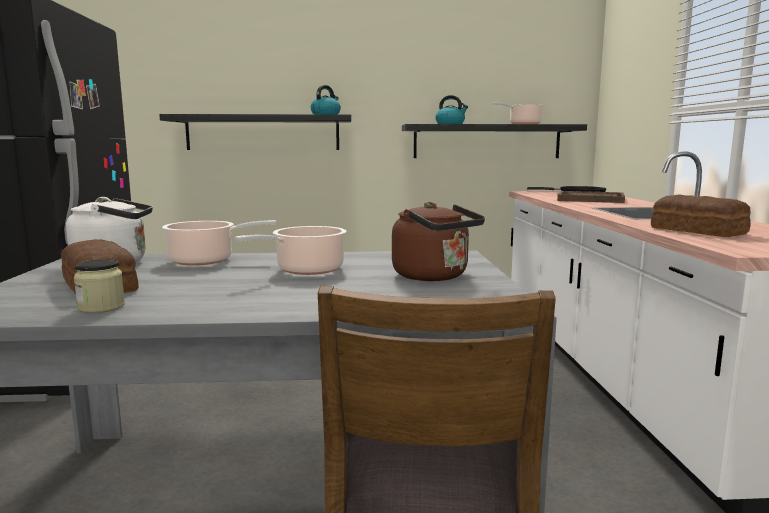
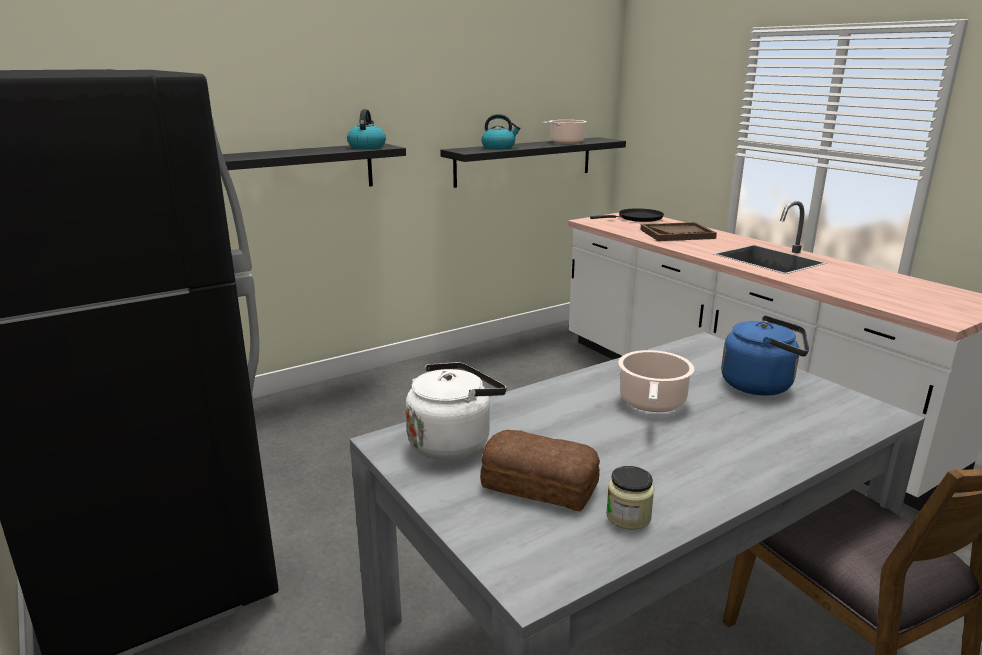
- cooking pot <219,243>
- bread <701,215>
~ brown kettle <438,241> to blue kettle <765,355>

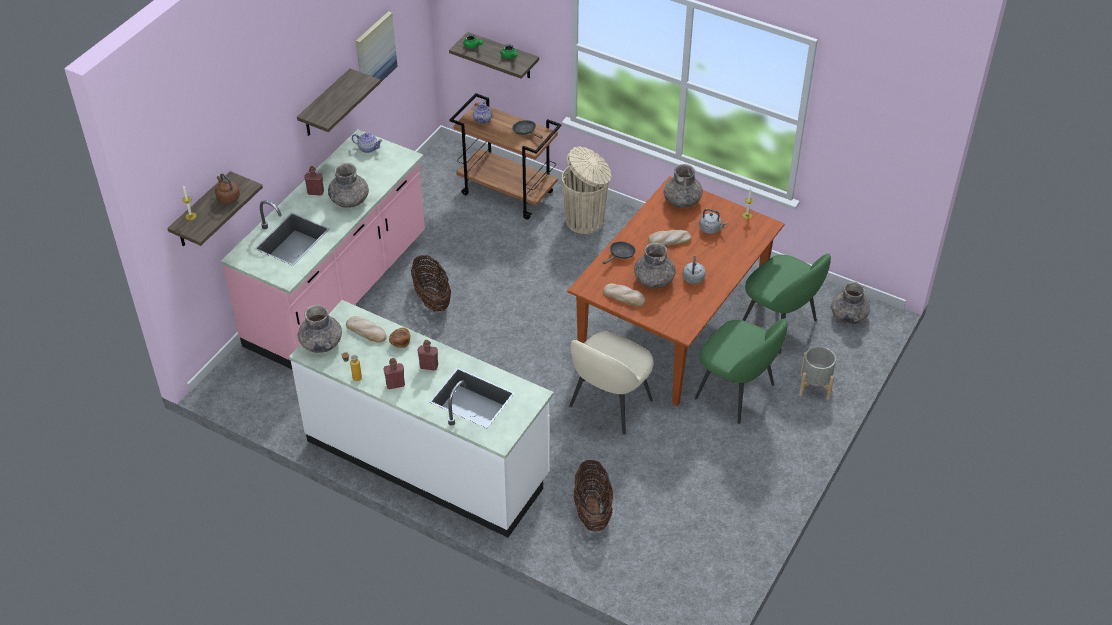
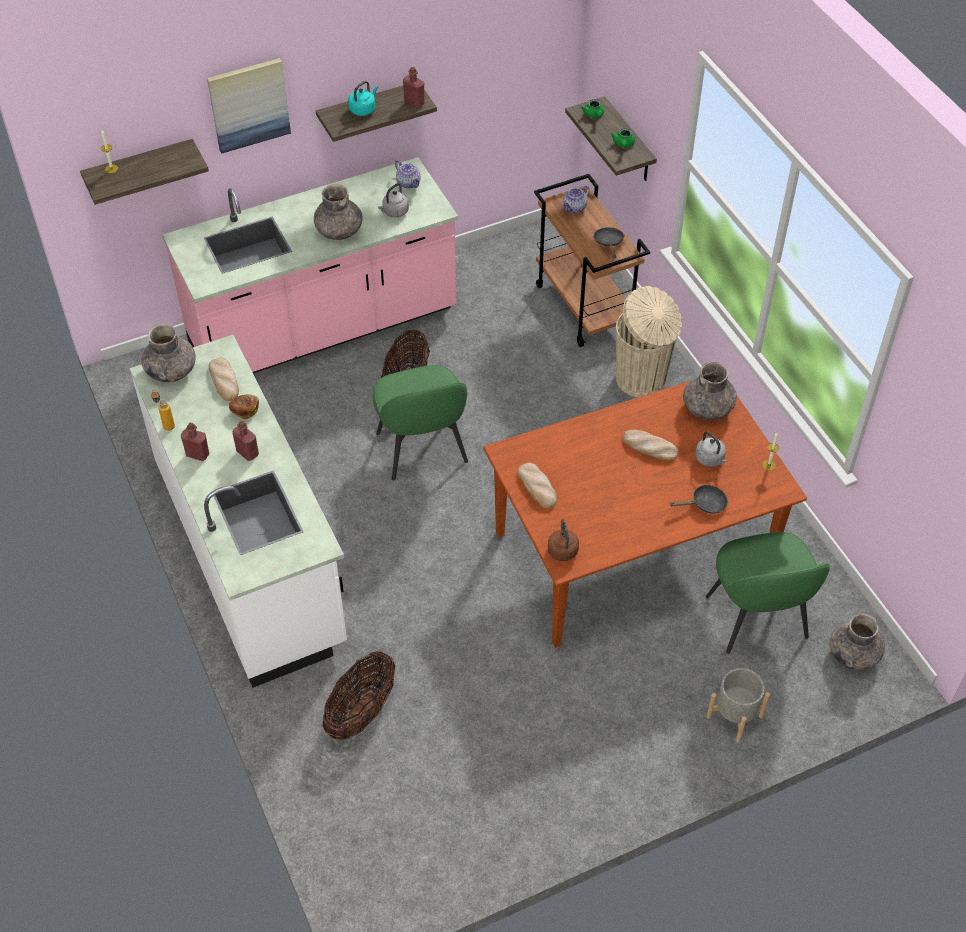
- beige chair <611,383>
- grey vase <655,266>
+ turquoise kettle <363,98>
~ brown kettle <227,188> to <563,540>
~ red bottle <314,180> to <414,87>
~ picture <377,46> to <249,105>
~ black frying pan <619,253> to <699,499>
~ grey kettle <694,269> to <393,200>
~ green chair <741,371> to <420,422>

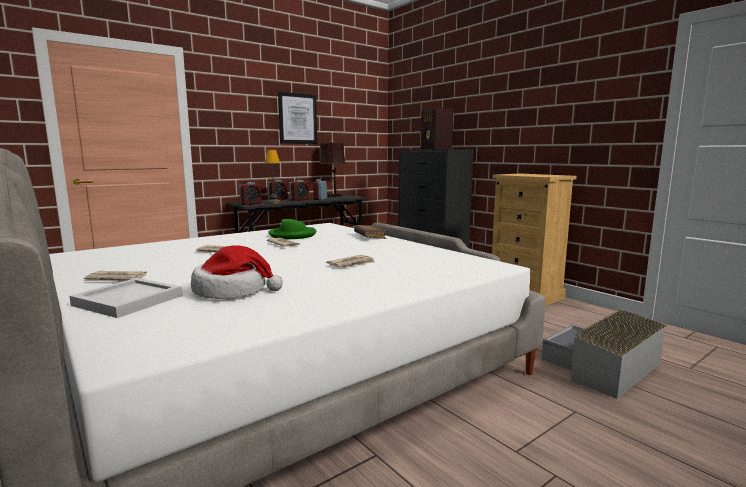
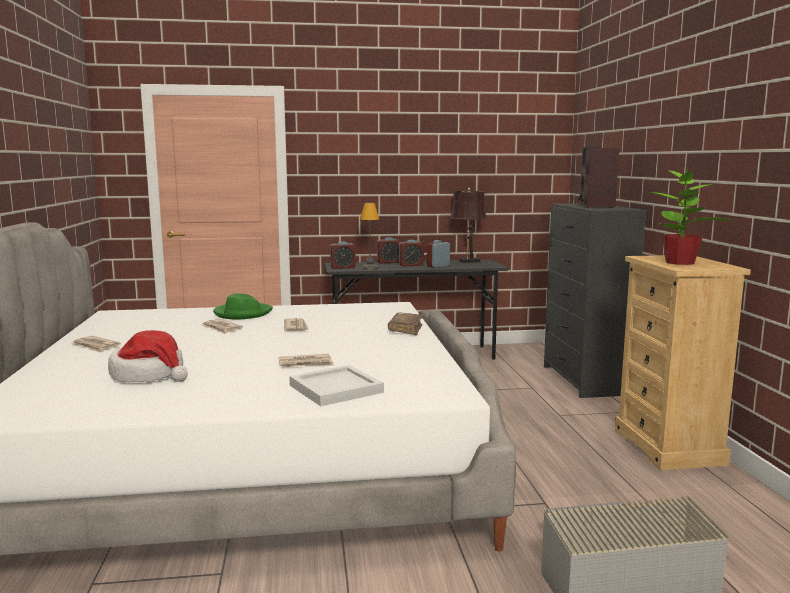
- picture <297,118>
+ potted plant <692,215>
~ white tray <126,298> to <336,385>
~ green hat <292,229> to <243,306>

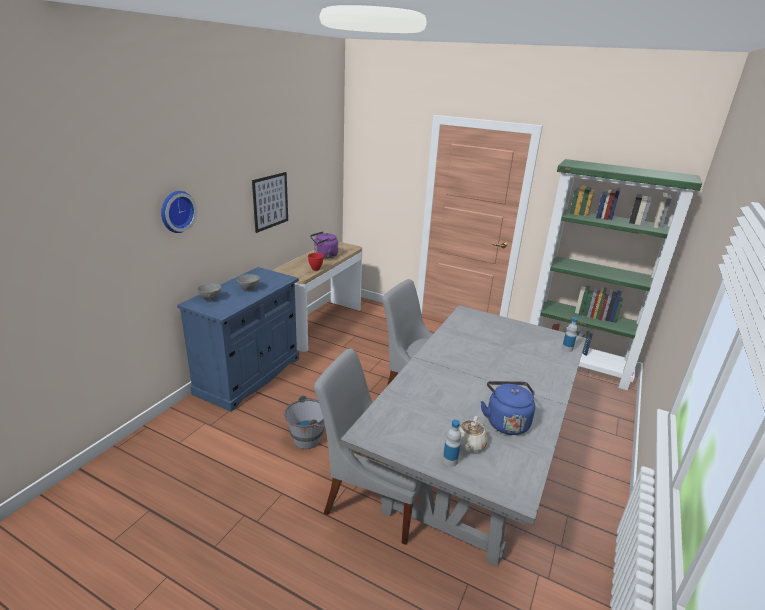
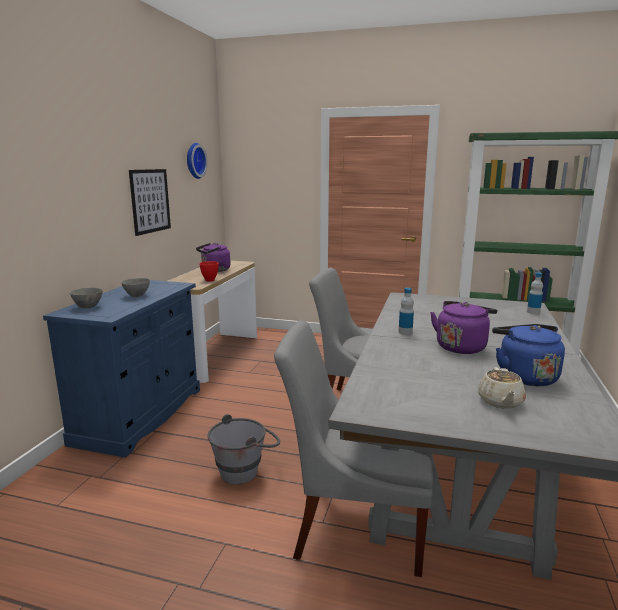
+ purple kettle <463,327>
~ wall clock <179,212> to <197,161>
~ bottle <452,443> to <406,311>

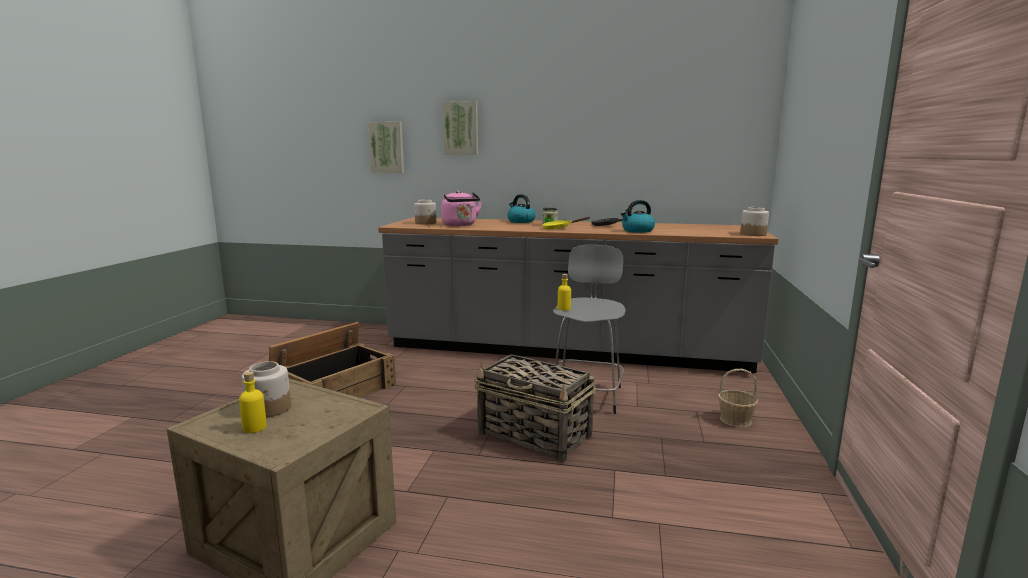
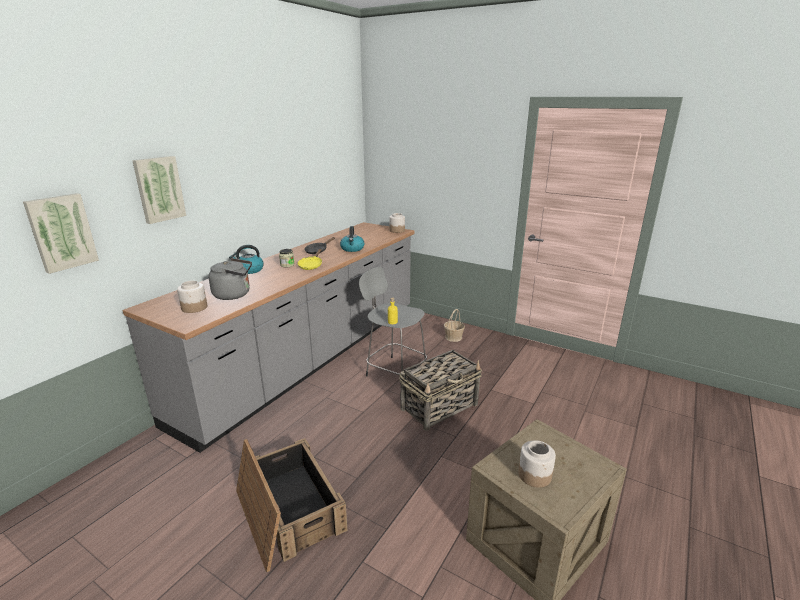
- yellow bottle <253,402>
~ pink kettle <461,208> to grey kettle <230,279>

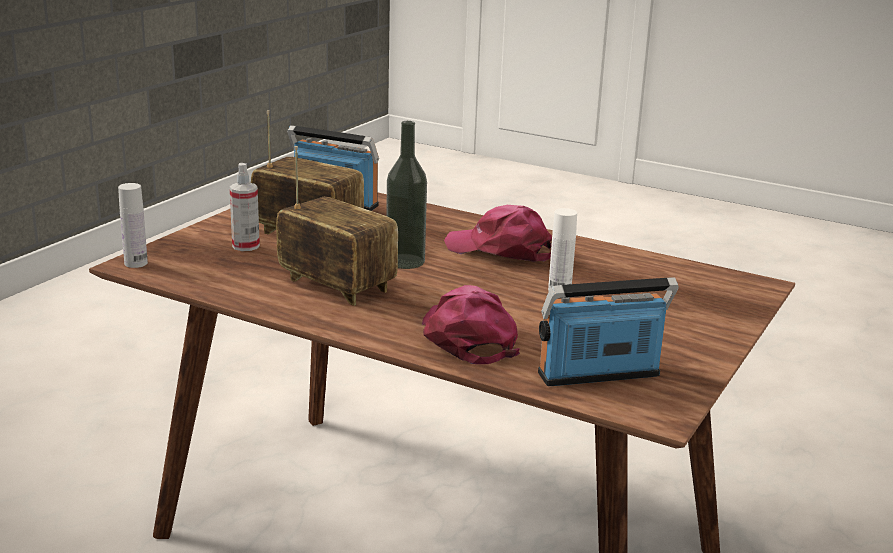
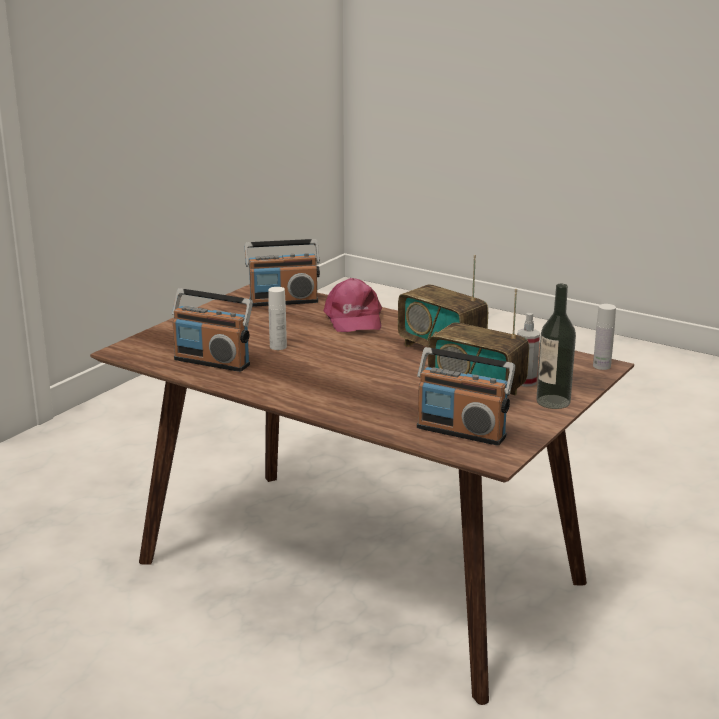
- pink cap <498,233>
+ radio <212,330>
~ bottle <406,195> to <556,346>

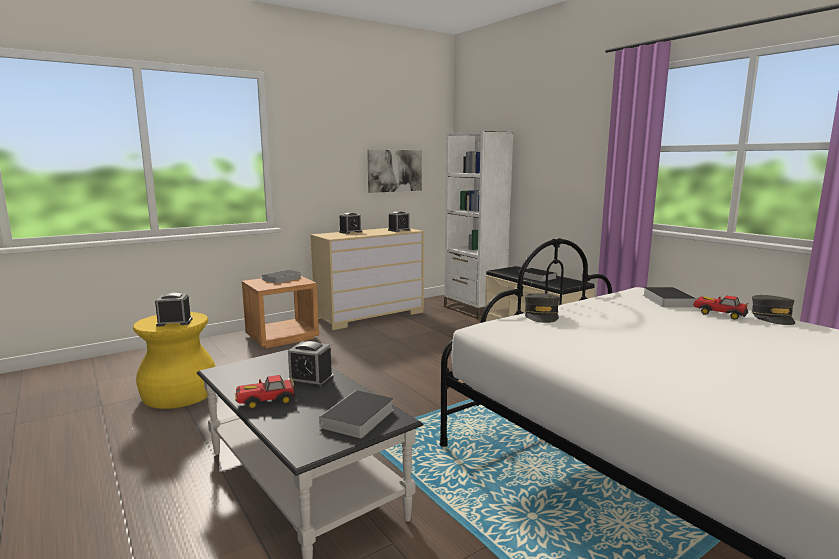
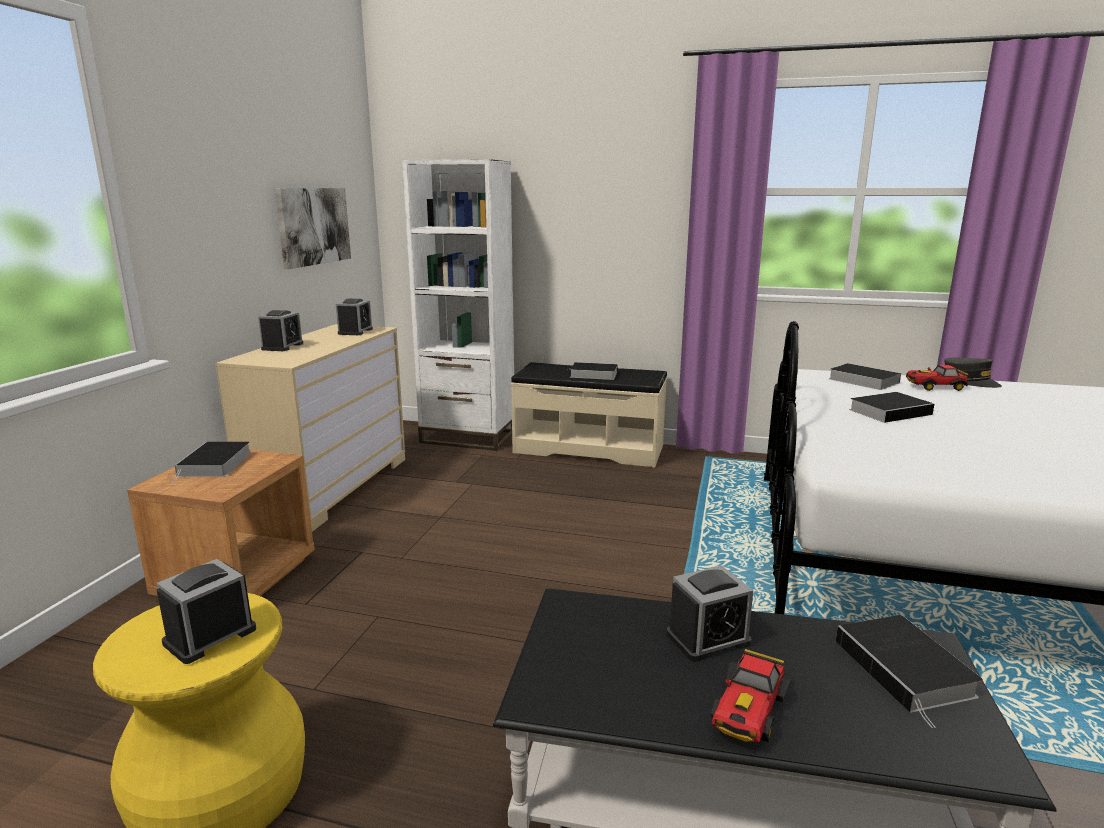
- grey cap <542,308>
+ book <893,407>

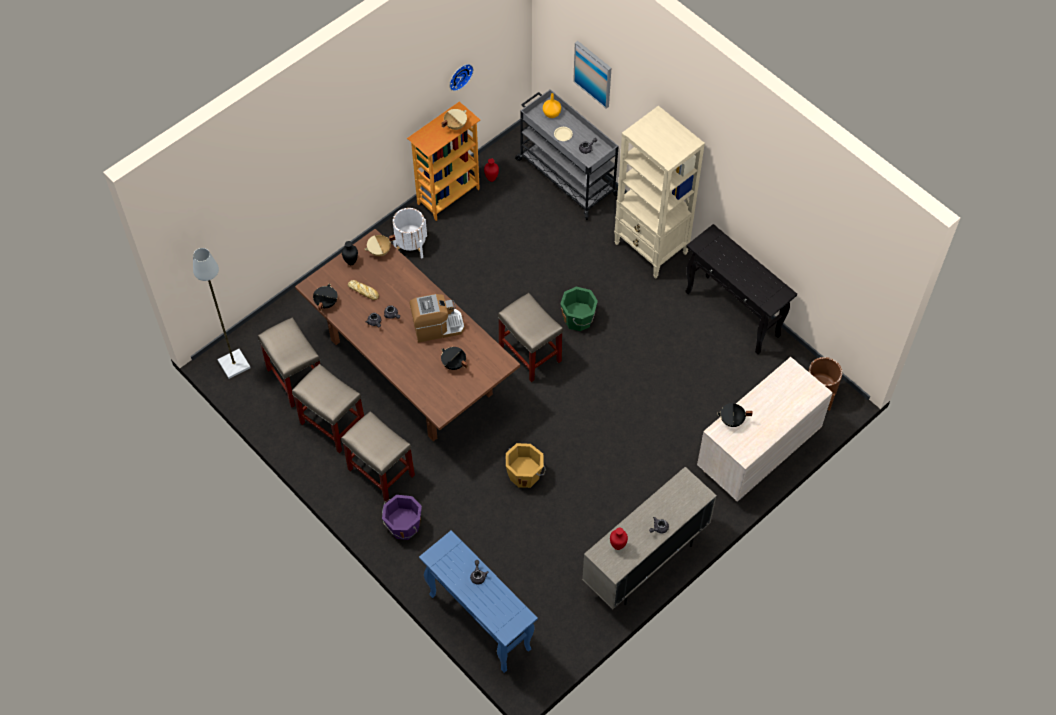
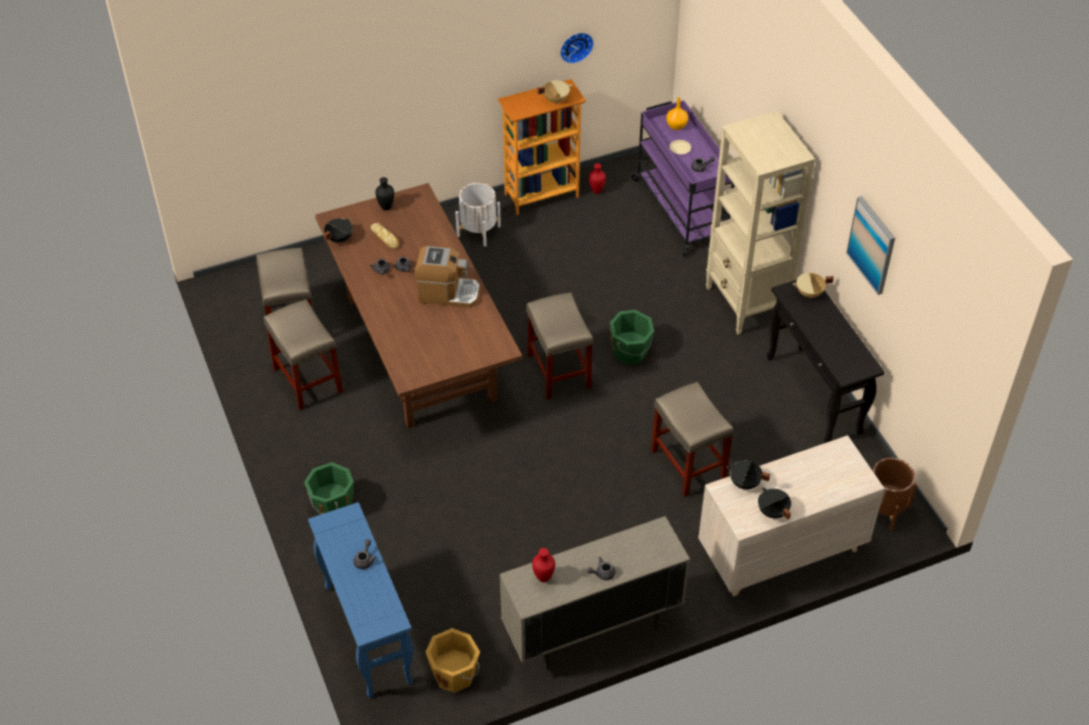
- grey floor lamp <222,313>
~ beige stool <378,456> to <692,439>
~ beige cooking pot <379,245> to <813,285>
~ black cooking pot <454,358> to <774,503>
~ orange bucket <526,465> to <452,660>
~ picture <592,75> to <870,245>
~ purple bucket <402,517> to green bucket <329,488>
~ grey cart <567,154> to purple cart <682,178>

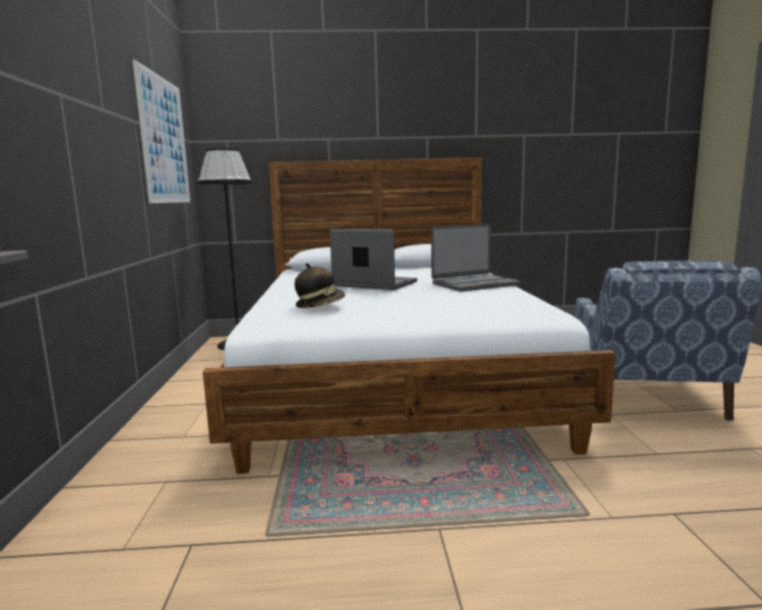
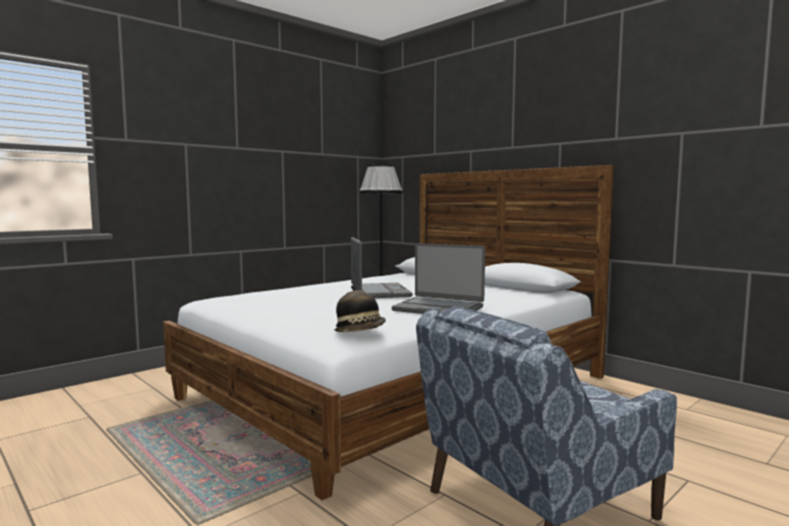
- picture <161,131>
~ hat <320,285> to <360,308>

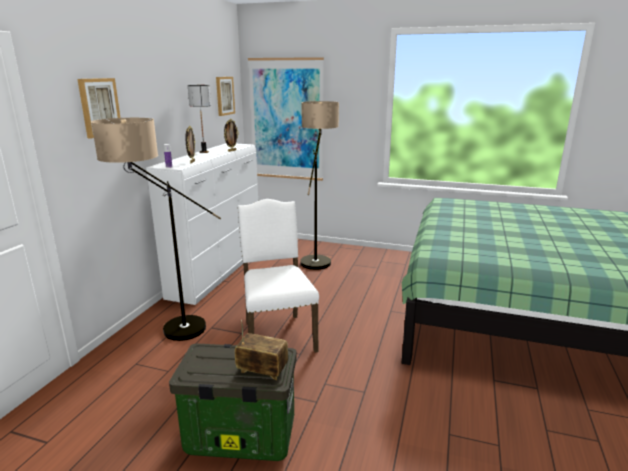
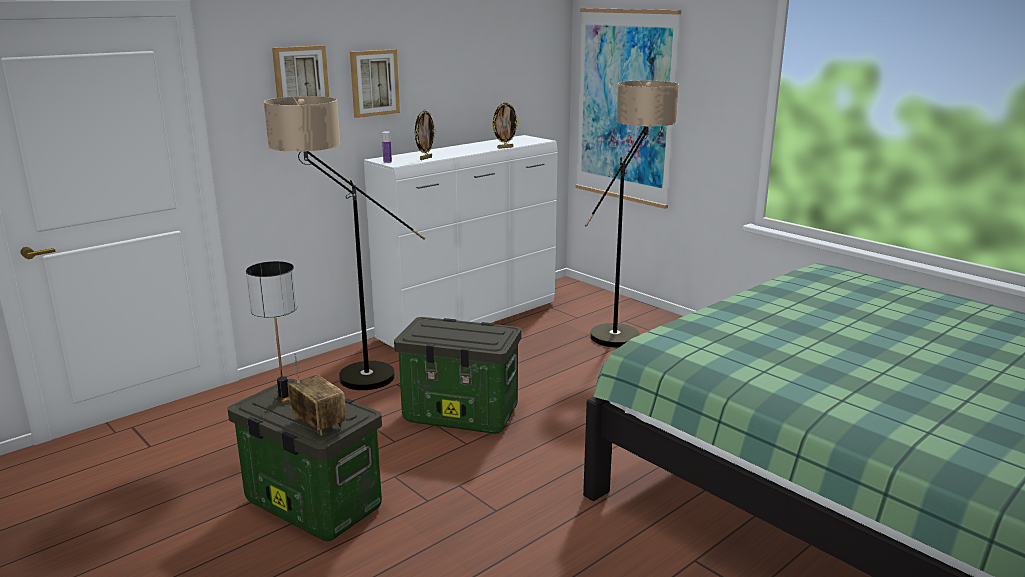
~ table lamp <199,119> to <272,332>
~ picture <225,96> to <375,83>
~ white chair <278,275> to storage box <458,375>

